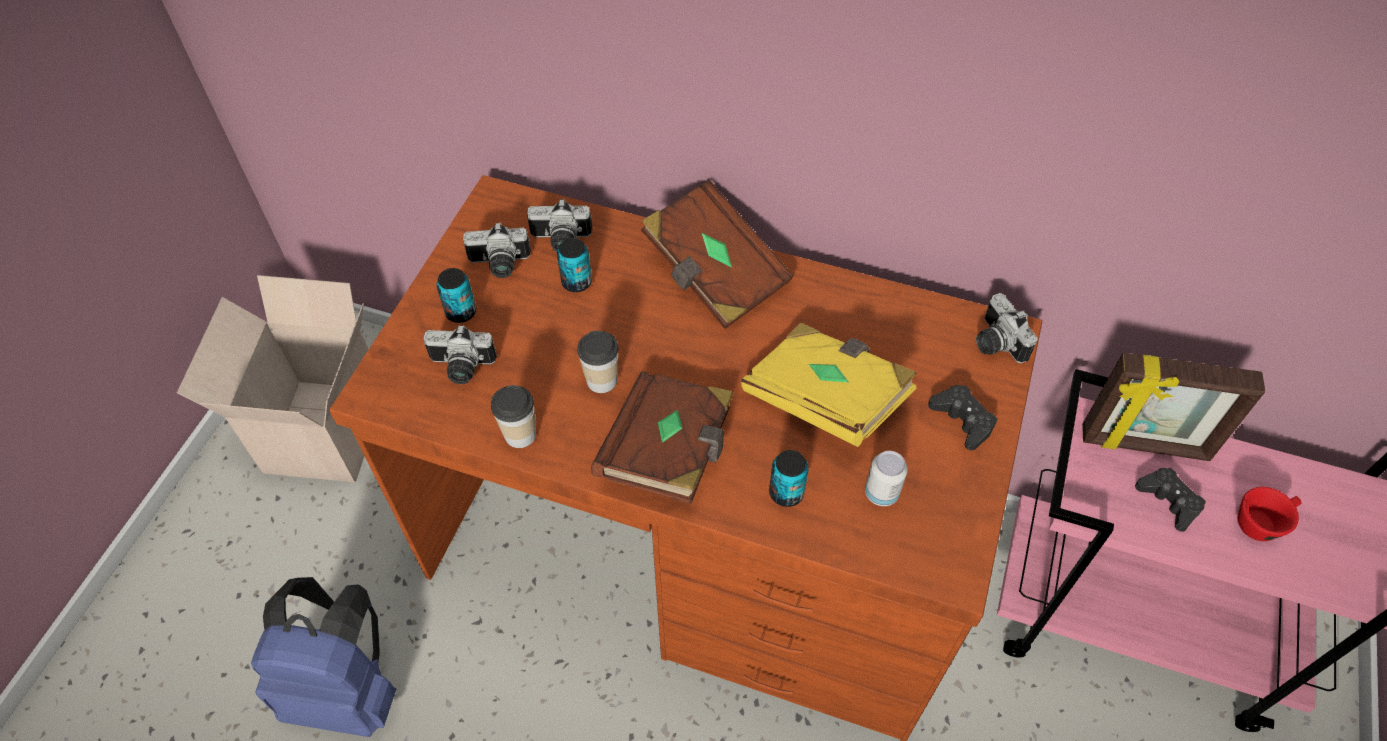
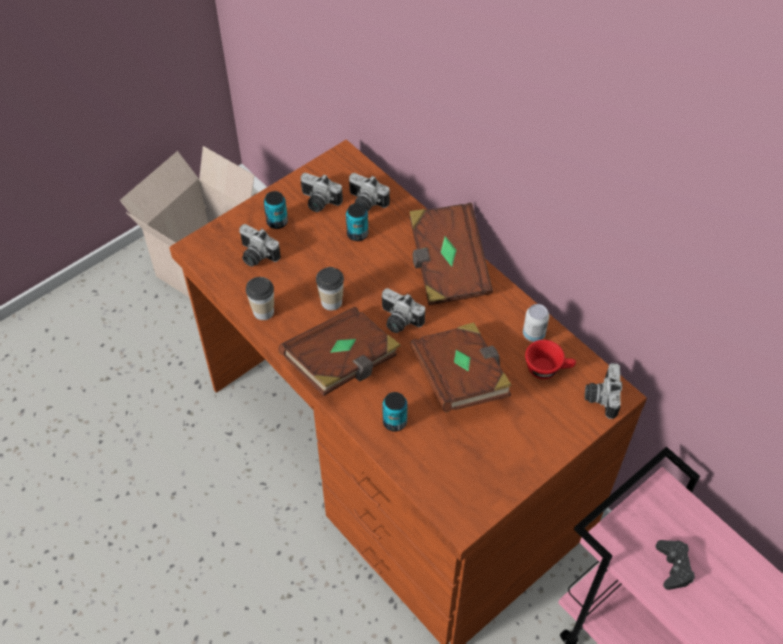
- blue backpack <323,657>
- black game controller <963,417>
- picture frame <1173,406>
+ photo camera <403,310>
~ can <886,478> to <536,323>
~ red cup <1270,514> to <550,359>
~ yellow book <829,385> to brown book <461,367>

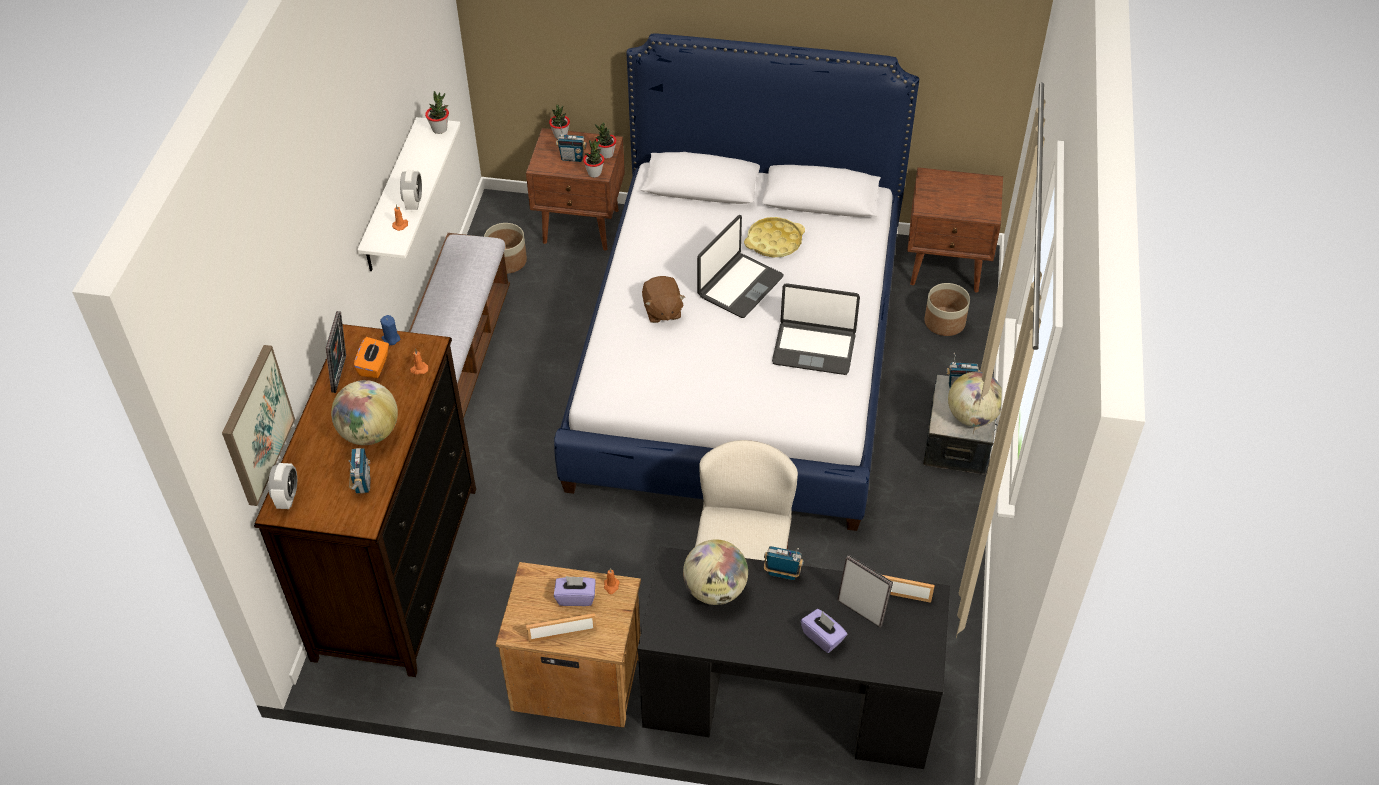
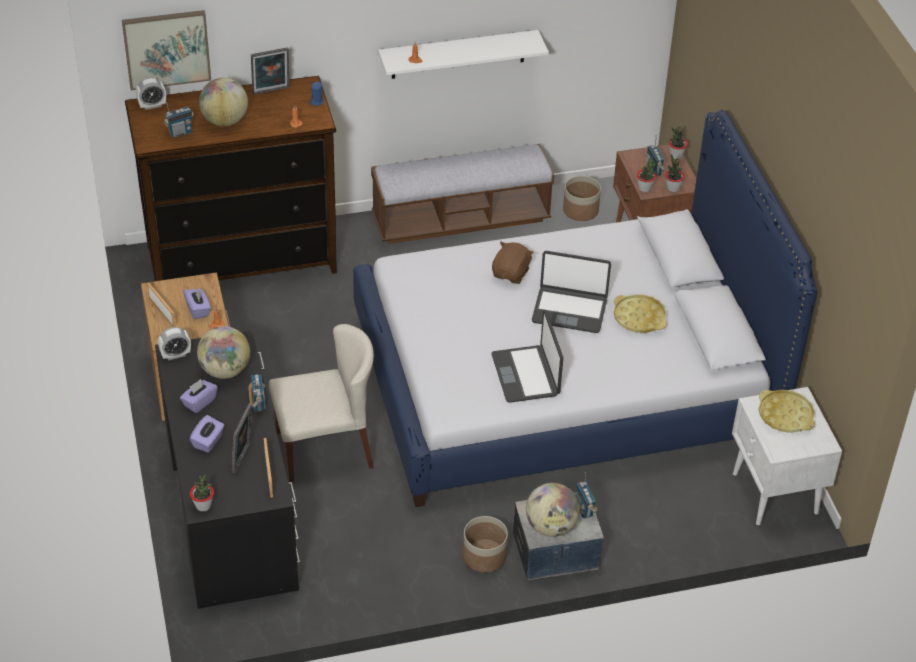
- orange tissue box <371,357>
+ purple tissue box <199,396>
+ yellow tray <787,411>
~ alarm clock <411,190> to <174,344>
~ potted plant <437,112> to <202,492>
~ planter <947,309> to <485,544>
~ brown nightstand <955,230> to white nightstand <787,456>
~ brown plush toy <663,299> = <513,263> 150 degrees clockwise

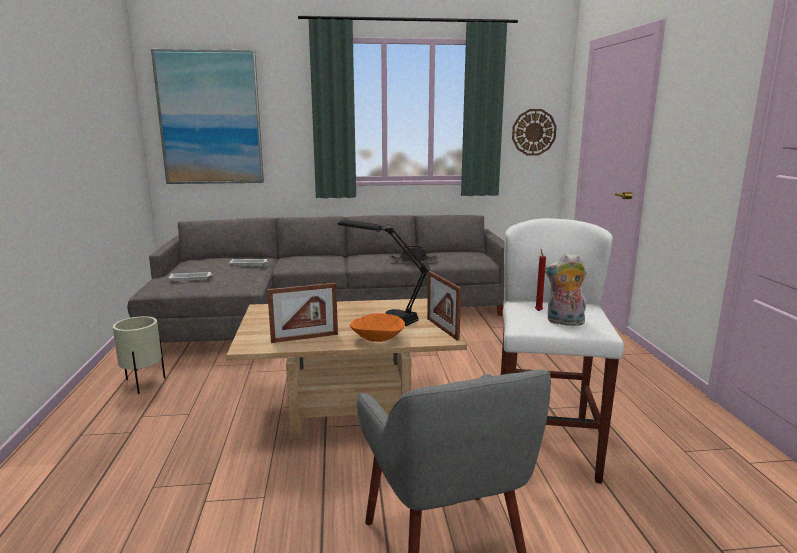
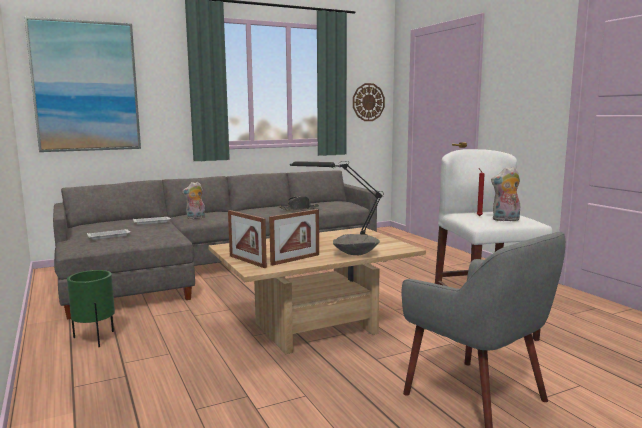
+ plush toy <193,200>
~ picture frame <444,306> to <247,239>
~ beige planter <139,355> to green planter <91,308>
~ orange bowl <377,327> to grey bowl <356,245>

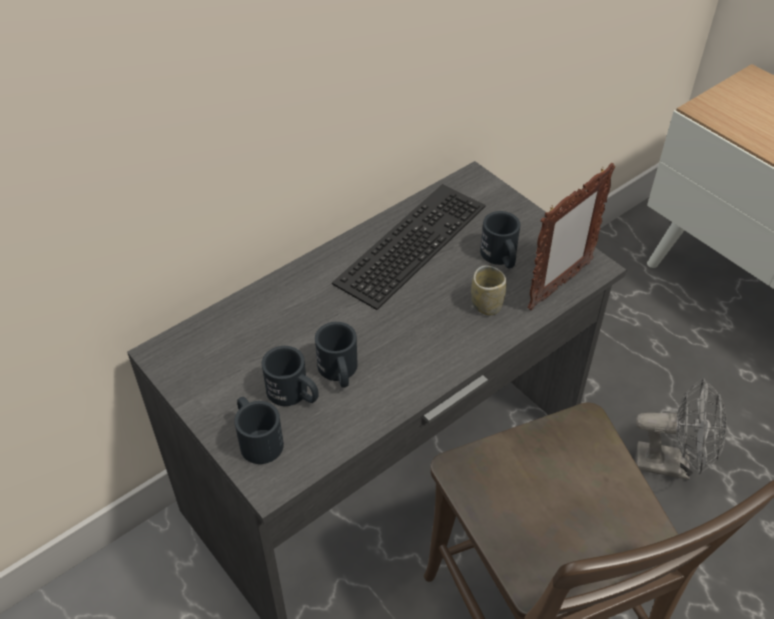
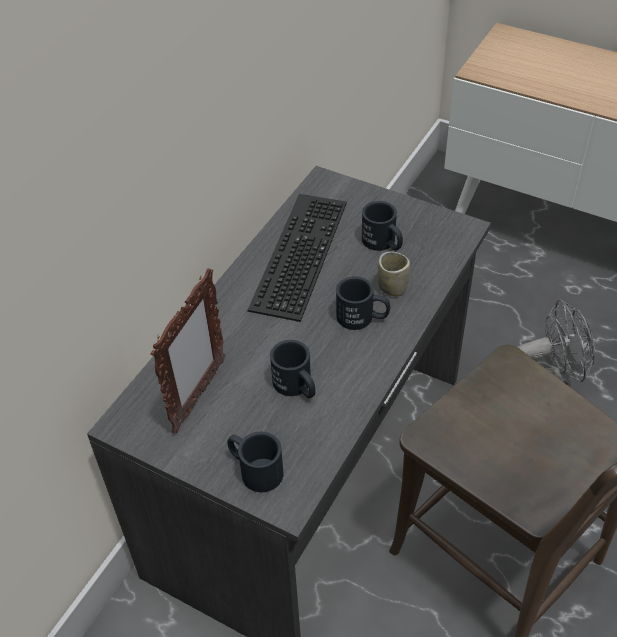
~ black mug <290,376> to <363,303>
~ picture frame <571,237> to <188,350>

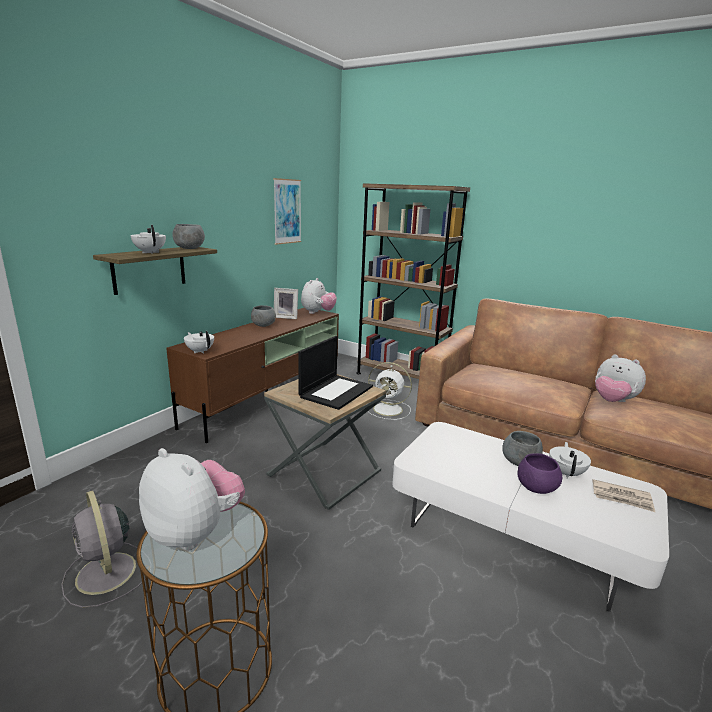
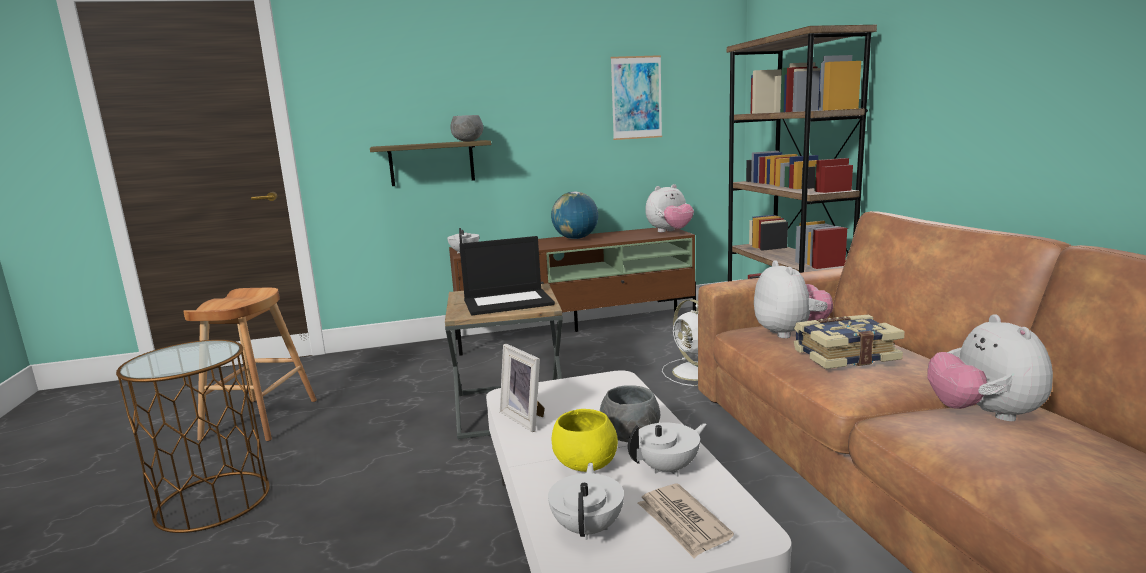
+ book <849,342>
~ white teapot <148,239> to <586,501>
~ plush toy <192,499> to <793,299>
~ picture frame <286,303> to <522,388>
~ grey fan <103,549> to brown stool <250,364>
~ grey bowl <263,316> to globe <574,215>
~ purple bowl <540,473> to yellow bowl <585,440>

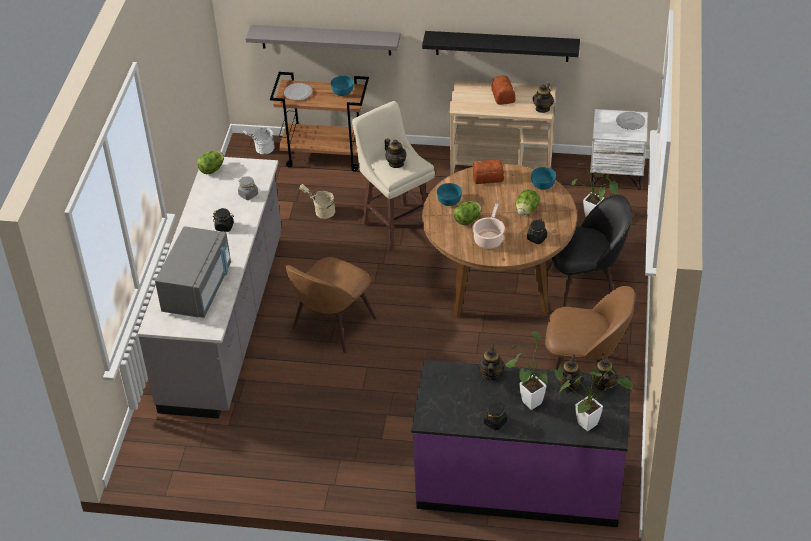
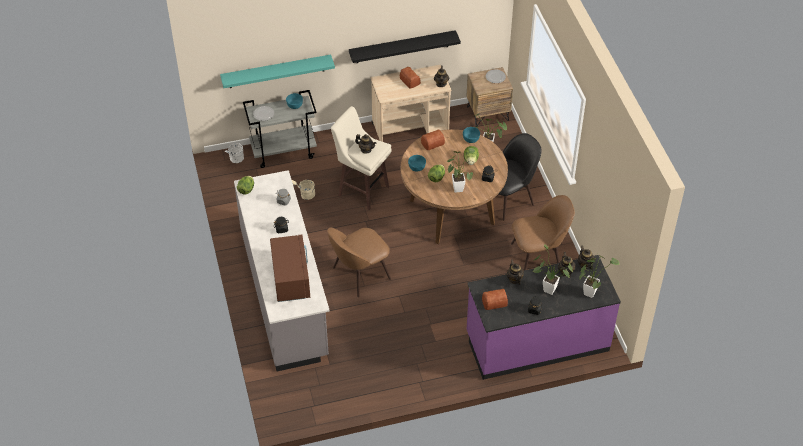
+ bread <495,299>
~ cooking pot <489,226> to potted plant <461,170>
~ grey microwave <193,272> to brown microwave <290,268>
~ grey shelf <323,40> to turquoise shelf <277,71>
~ brown cart <319,122> to grey cart <280,129>
~ white nightstand <619,149> to brown nightstand <489,97>
~ brown chair <331,305> = <359,262> 45 degrees clockwise

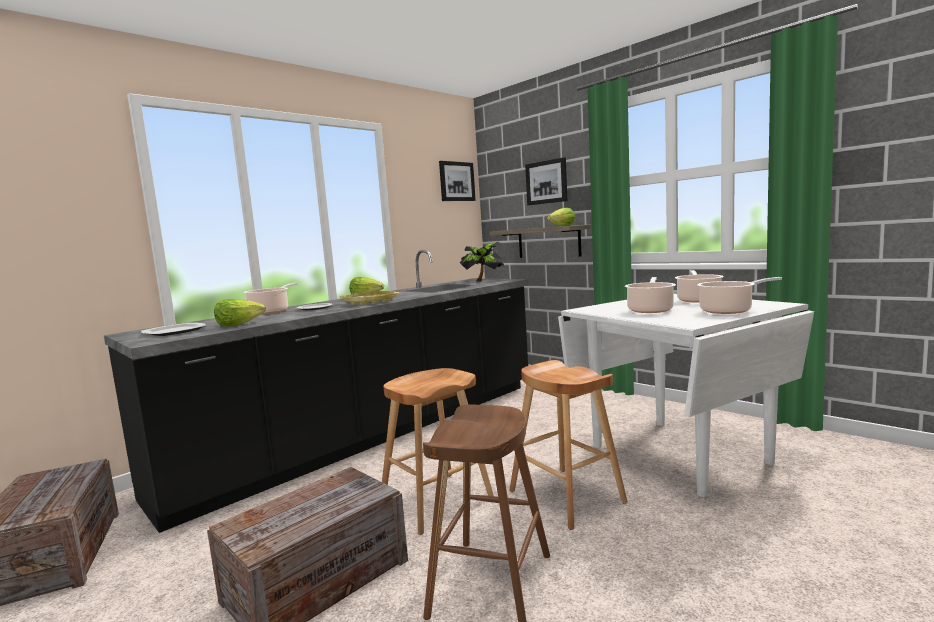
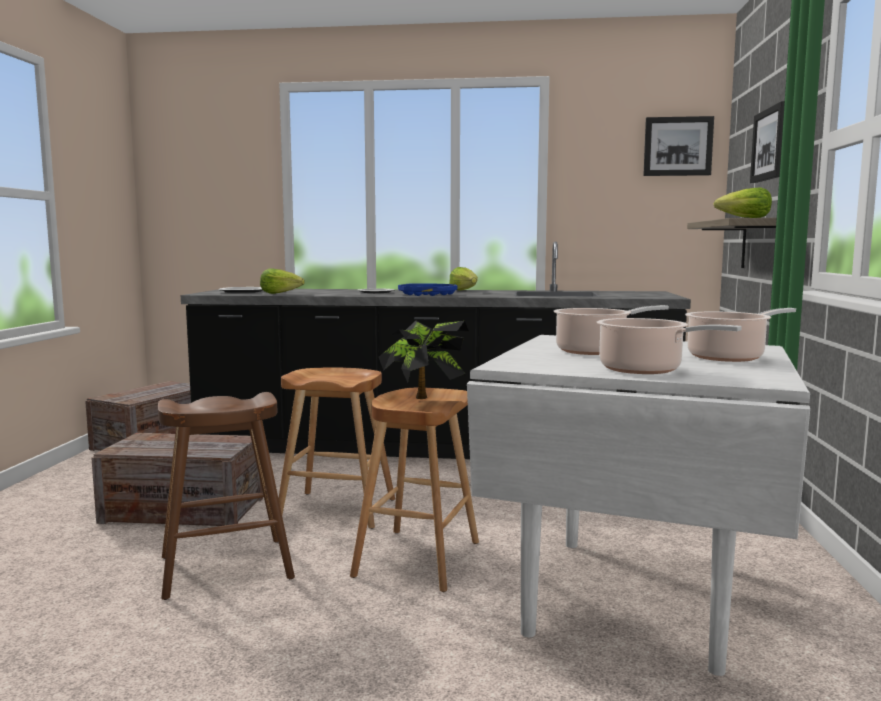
- cooking pot <270,299>
~ potted plant <482,261> to <424,360>
~ yellow tray <370,298> to blue tray <428,289>

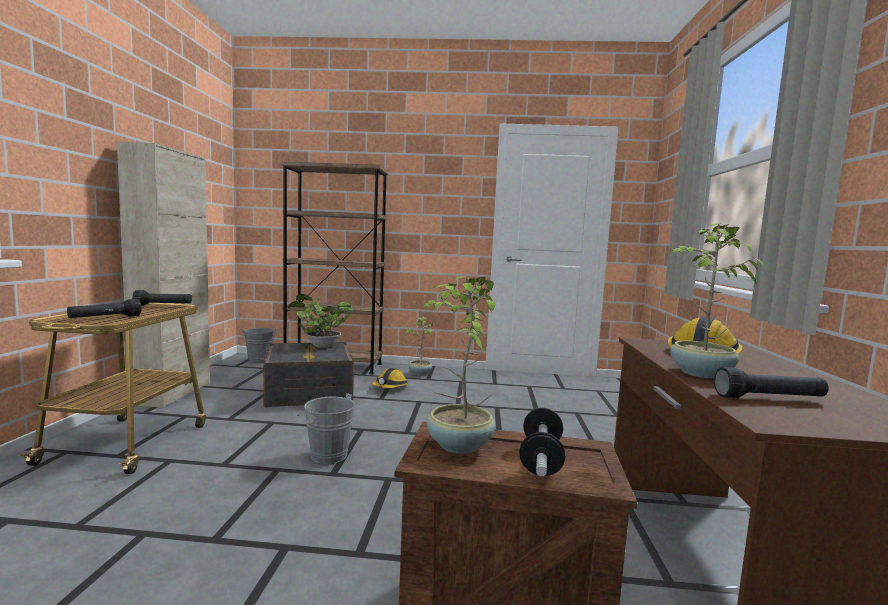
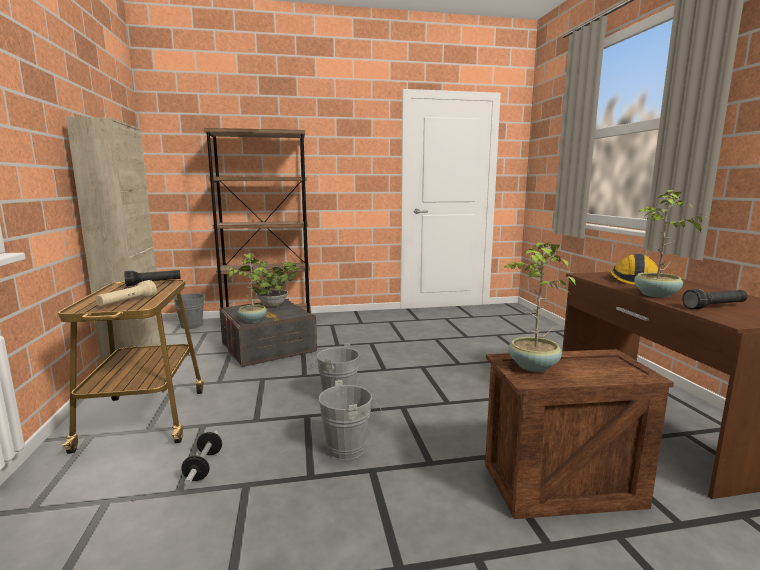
- hard hat <391,378>
+ grey bucket <350,420>
~ potted plant <418,346> to <246,287>
~ dumbbell <542,442> to <201,458>
~ black flashlight <104,308> to beige flashlight <126,293>

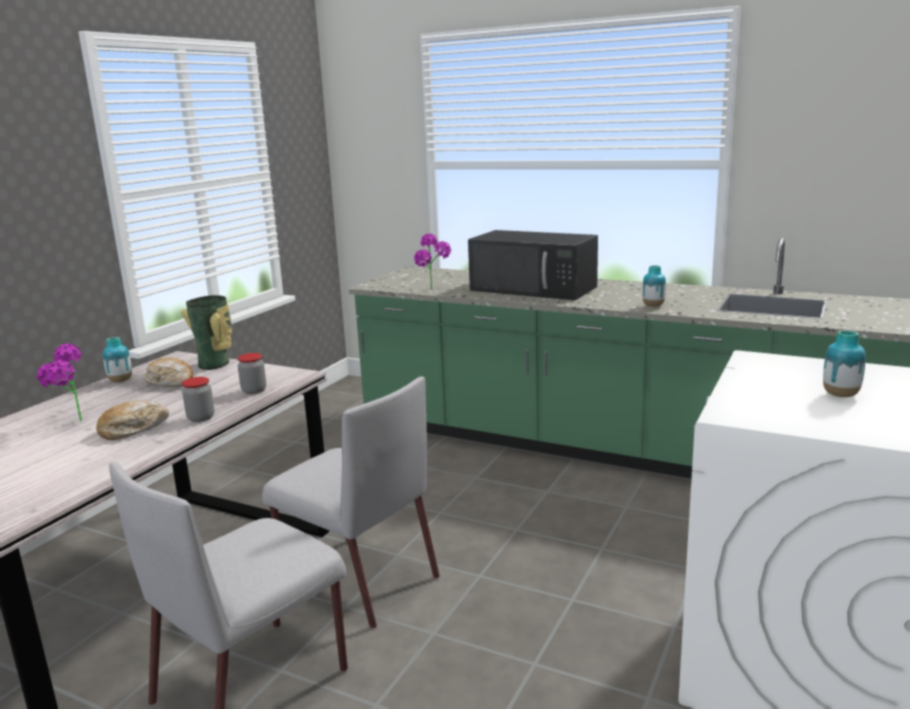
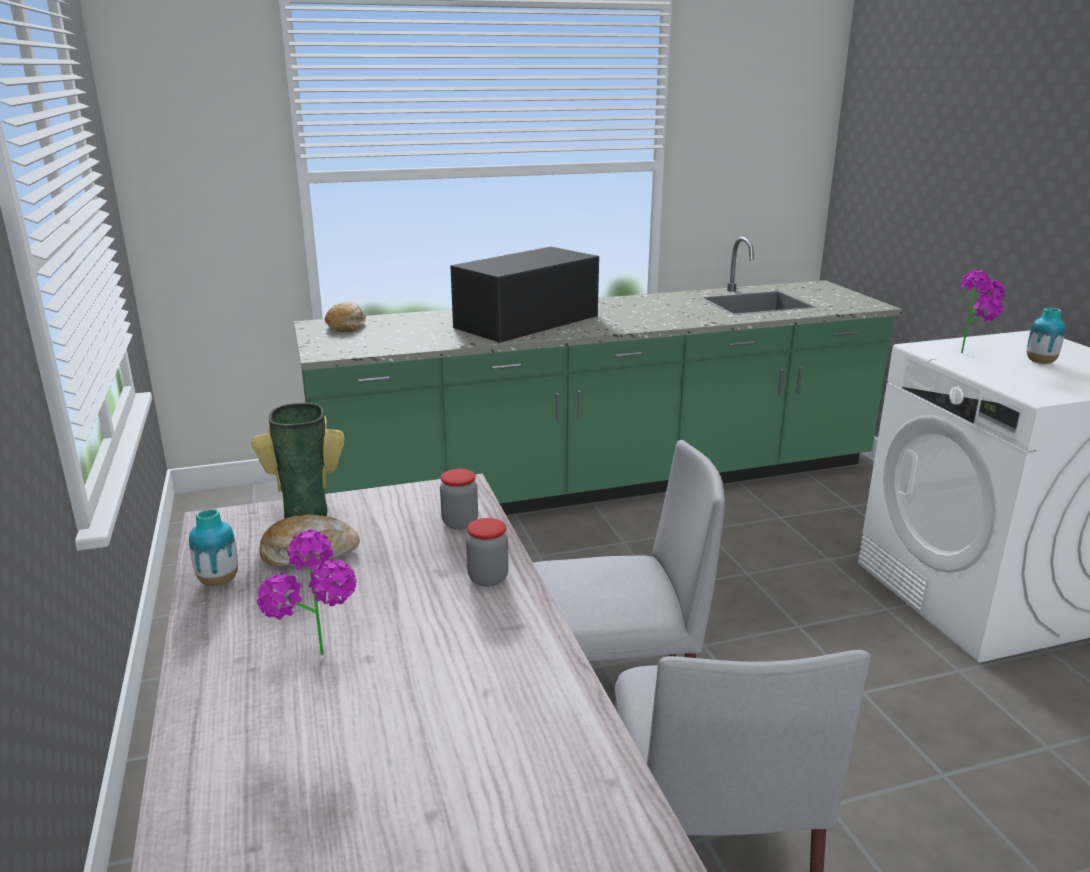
- vase <654,286>
~ bread <132,420> to <345,317>
~ potted plant <432,261> to <983,311>
~ black microwave <533,265> = <524,295> 150 degrees clockwise

